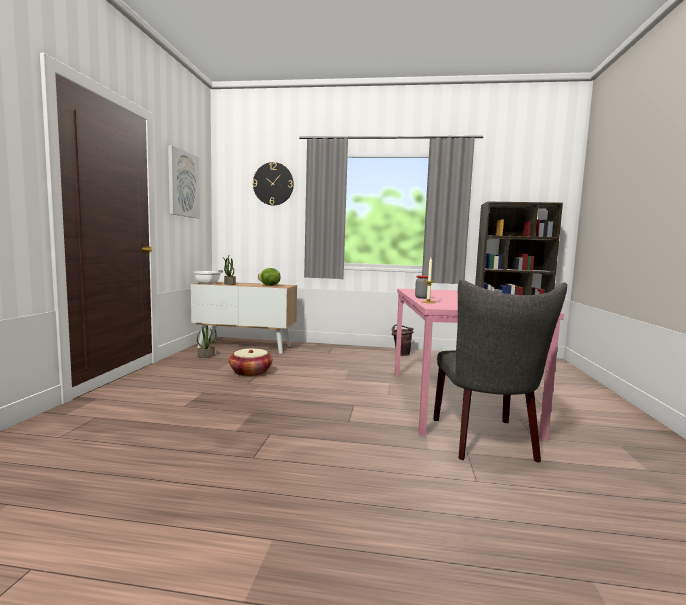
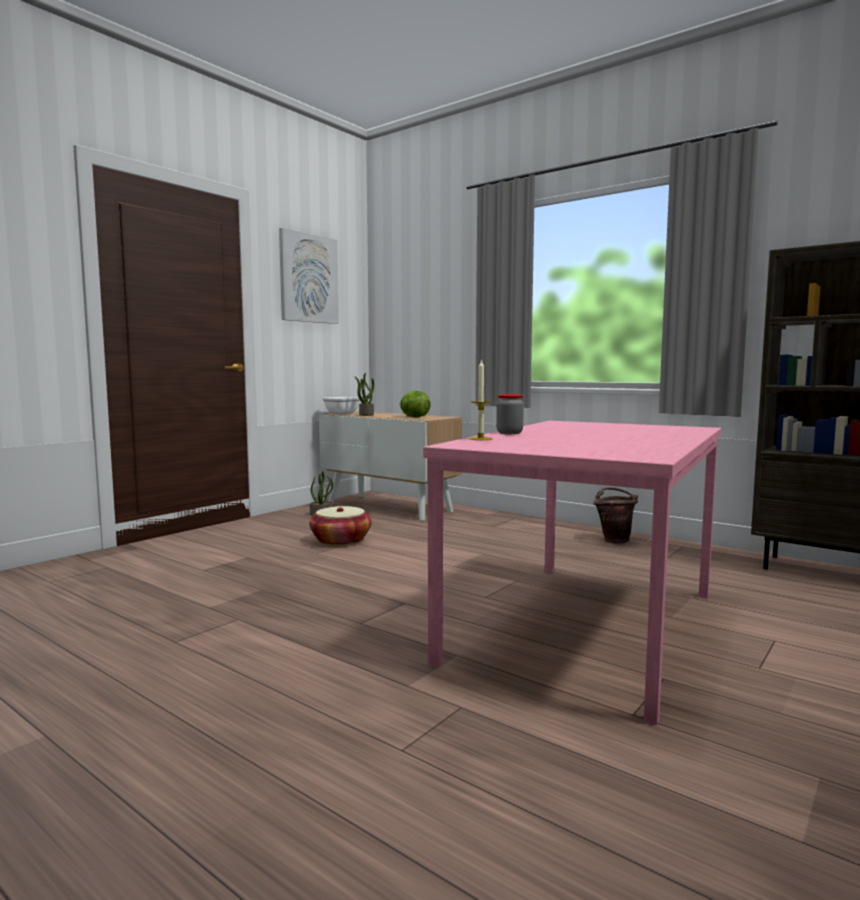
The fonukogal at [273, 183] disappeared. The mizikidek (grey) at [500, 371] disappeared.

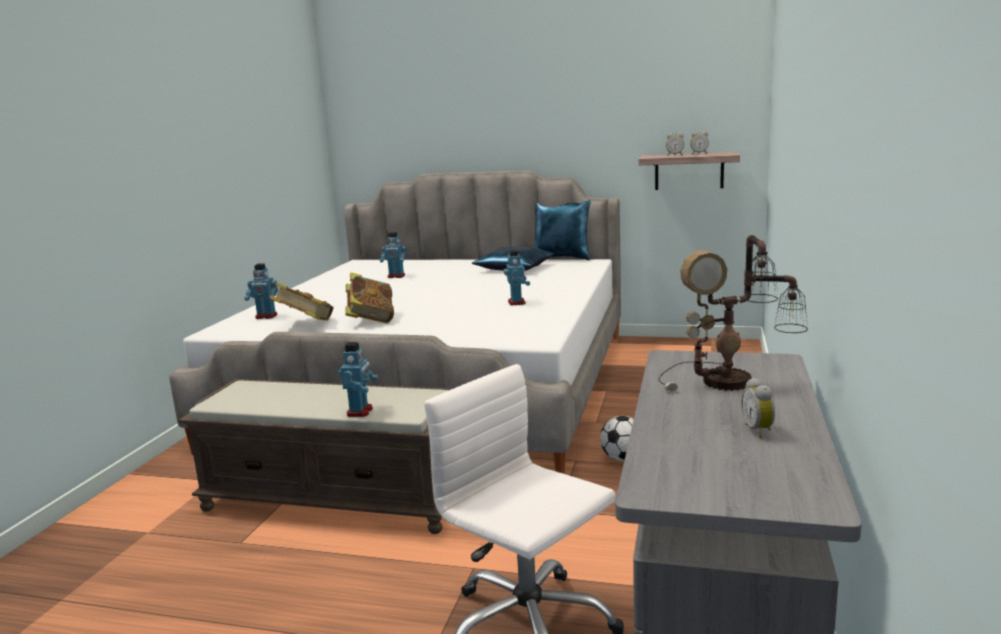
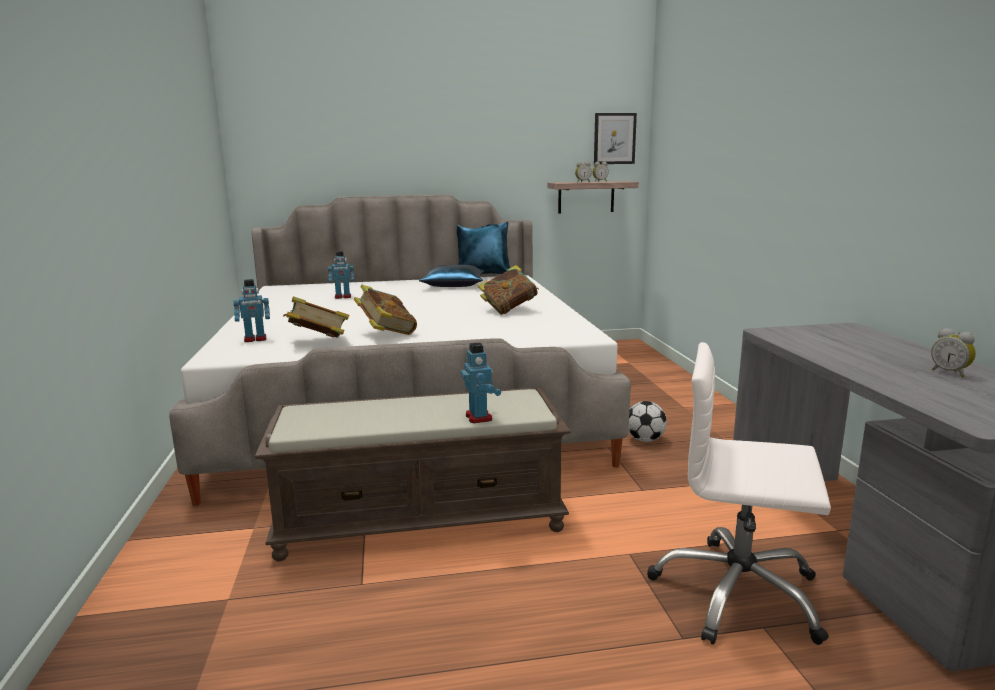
The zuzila at [517, 277] was replaced by the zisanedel at [508, 290]. The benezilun at [615, 138] appeared. The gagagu at [733, 313] disappeared.

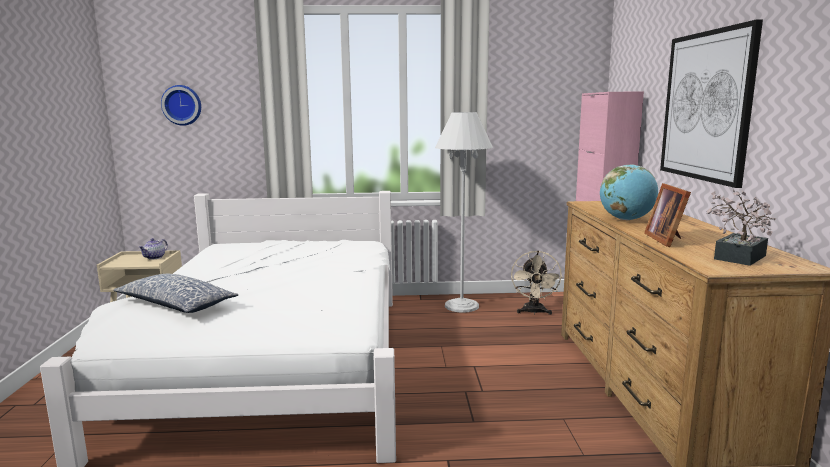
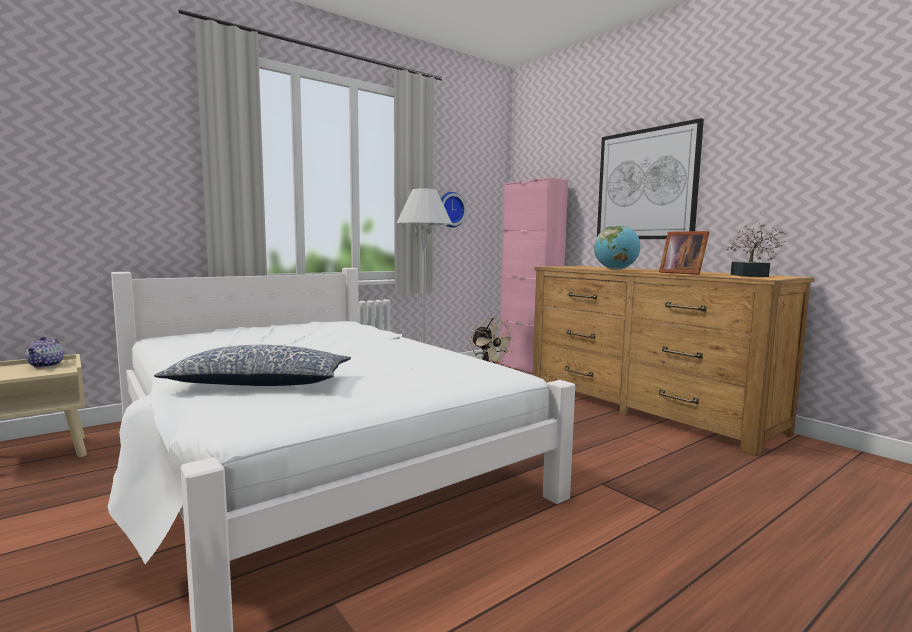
The fonukogal moved from [181, 105] to [454, 209].

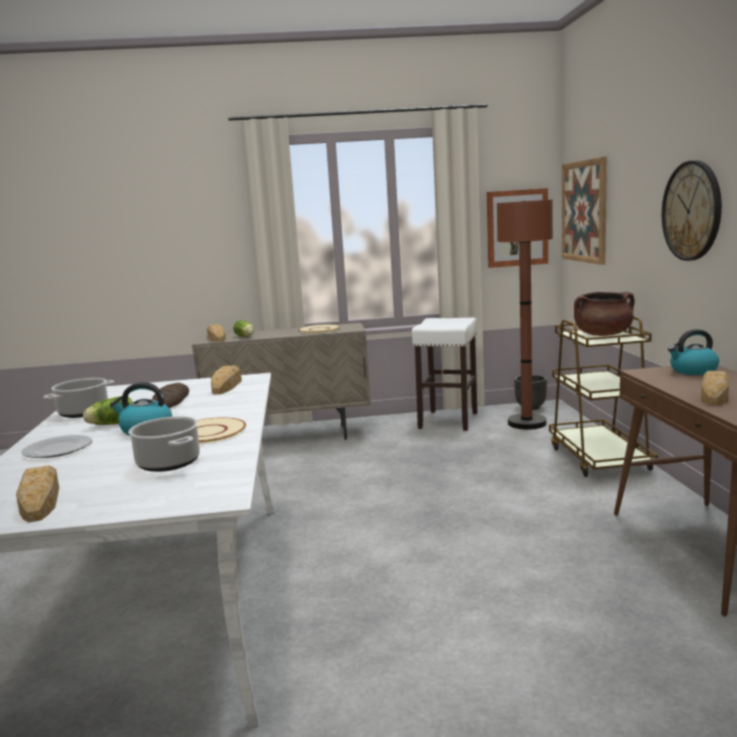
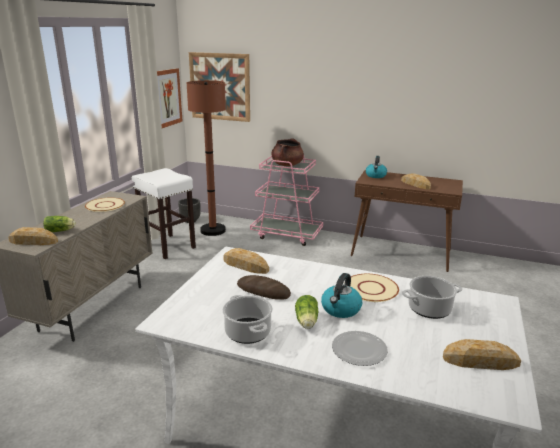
The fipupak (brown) at [603, 396] became the fipupak (pink) at [286, 201]. The fonukogal at [692, 210] disappeared.

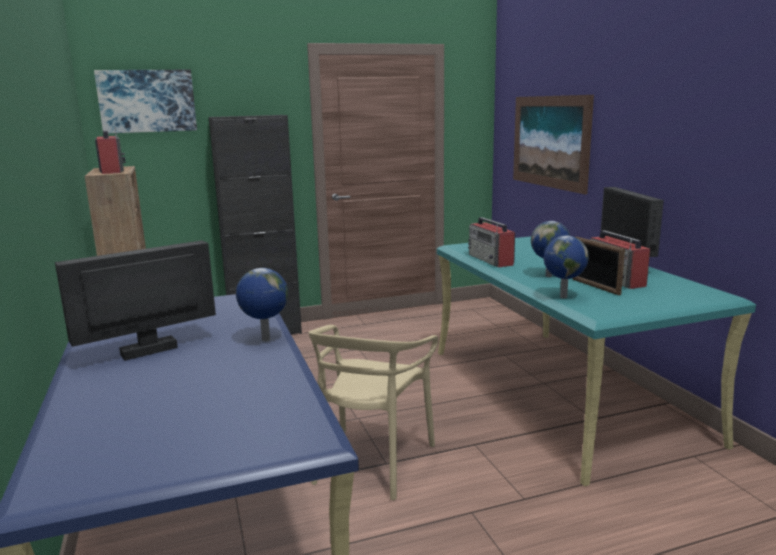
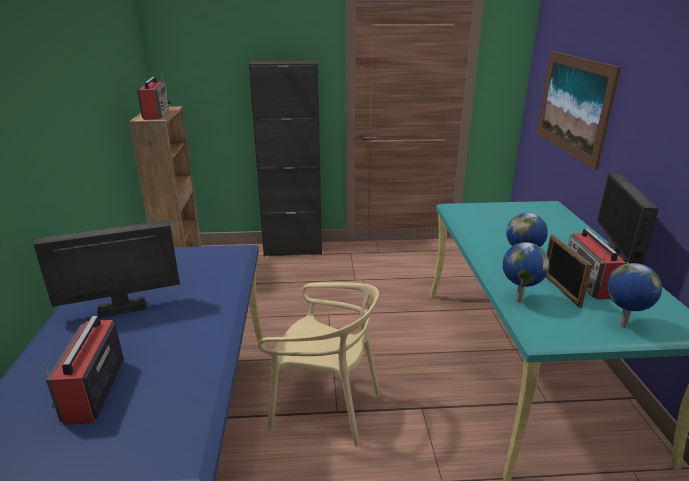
The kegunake moved from [491, 242] to [84, 370]. The mizikidek (beige) at [373, 412] turned 105 degrees counterclockwise. The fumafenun moved from [262, 304] to [634, 295]. The benezilun at [145, 101] disappeared.

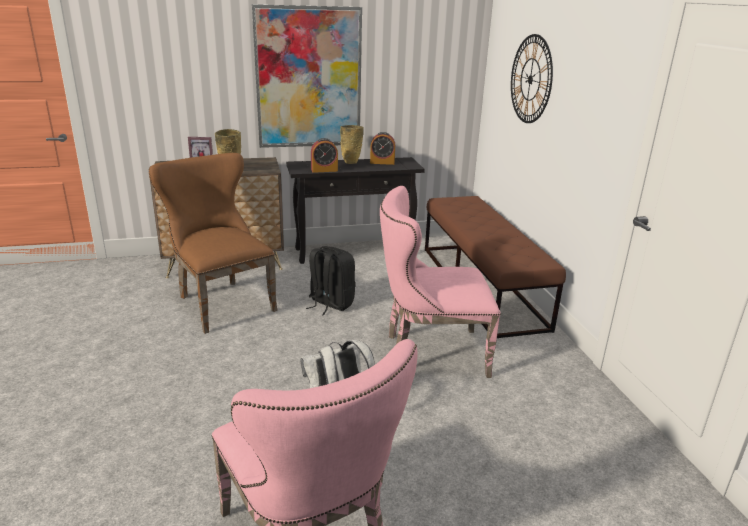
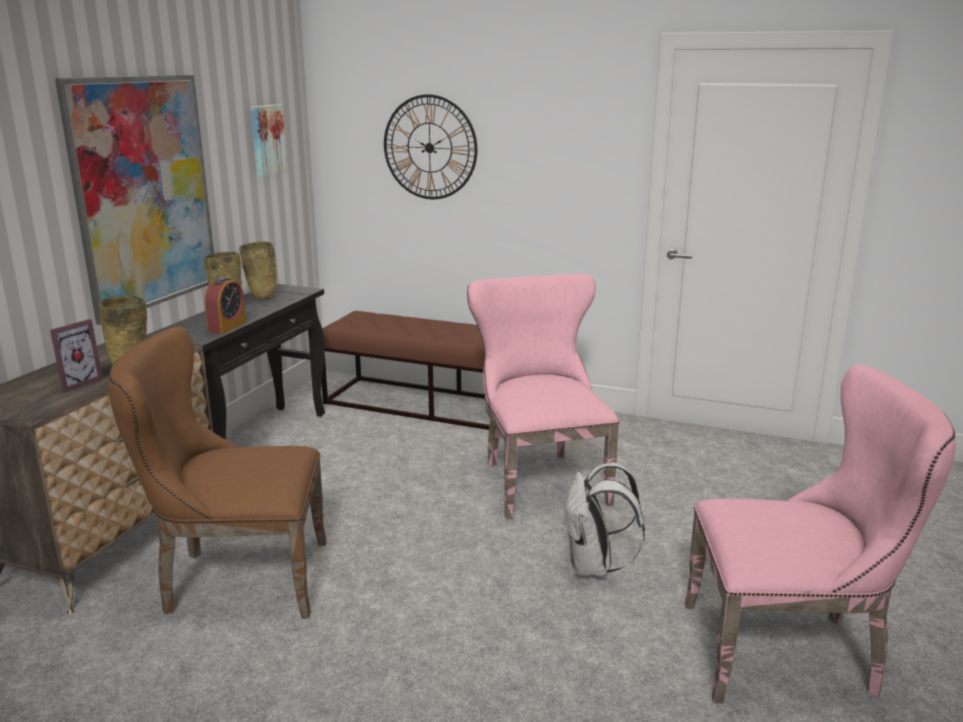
The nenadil at [382, 148] was replaced by the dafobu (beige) at [258, 270]. The benezilun at [269, 140] appeared. The mizikidek (pink) at [440, 282] turned 135 degrees clockwise. The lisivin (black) at [331, 281] disappeared.

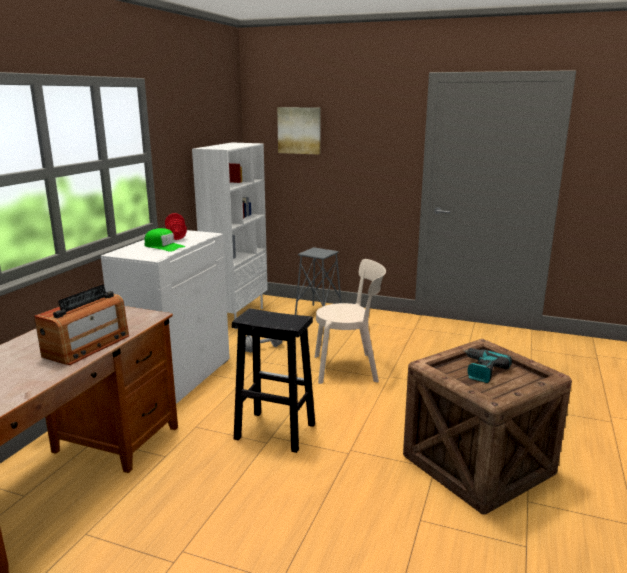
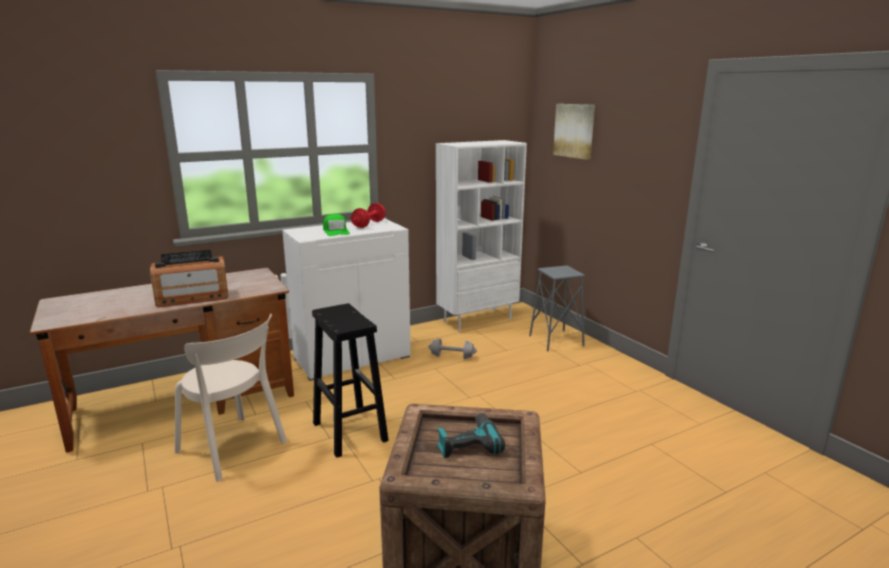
The mizikidek (beige) moved from [350, 321] to [231, 398].

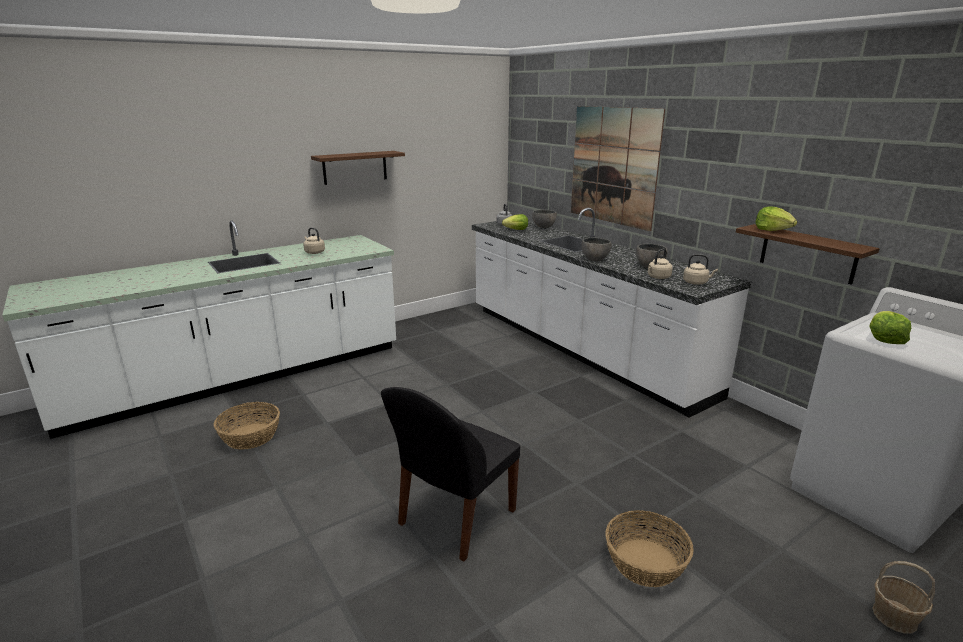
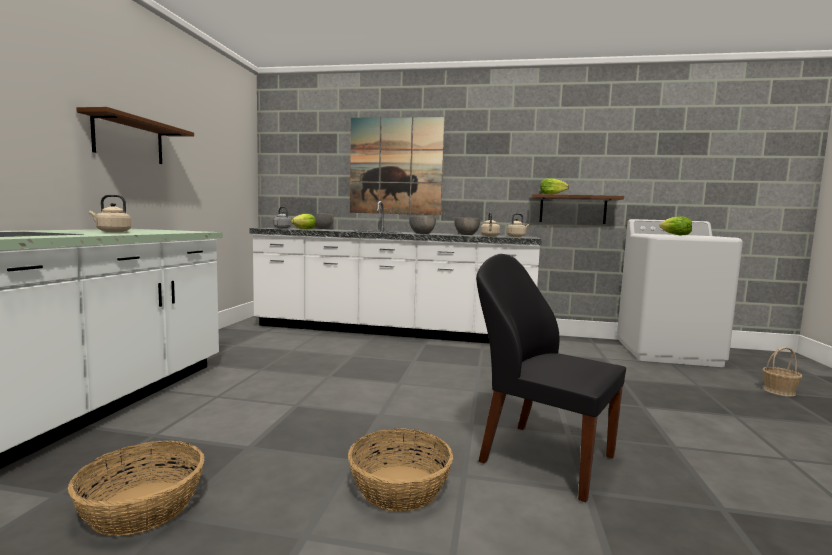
The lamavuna moved from [649, 548] to [400, 470]. The mizikidek (black) at [450, 474] turned 135 degrees clockwise.

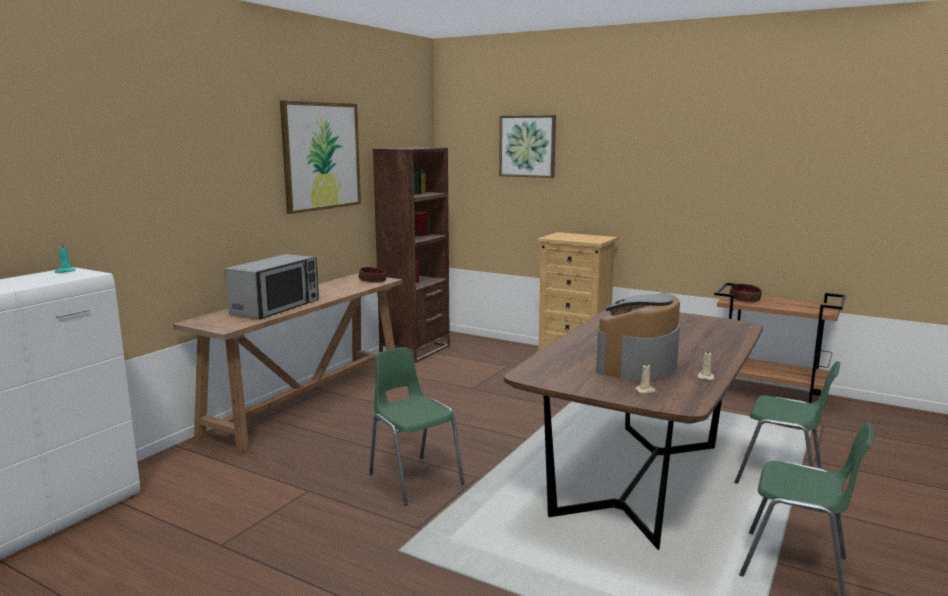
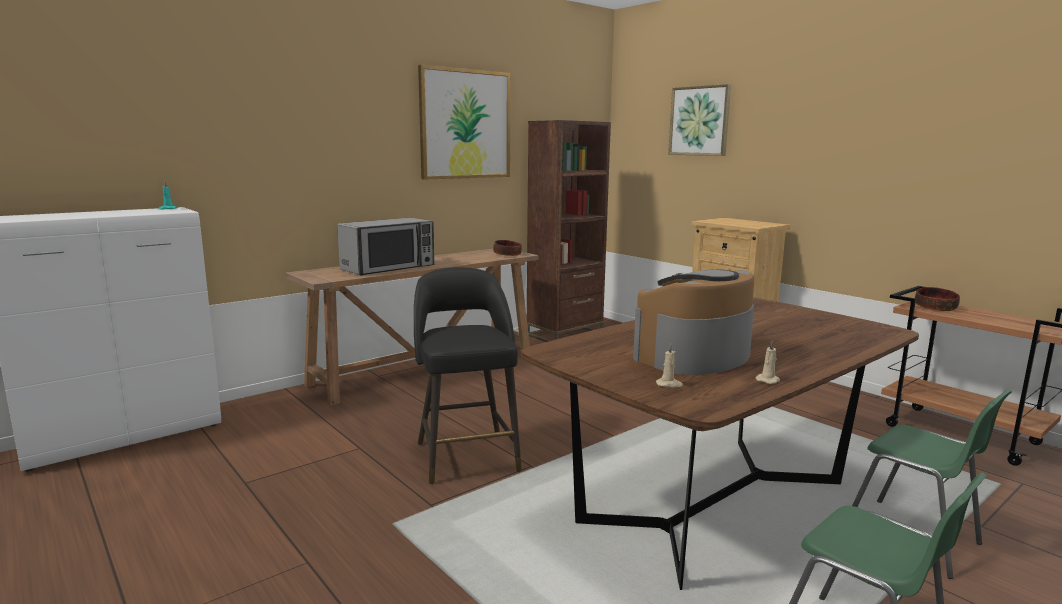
The mizikidek (green) at [416, 427] was replaced by the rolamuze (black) at [468, 375].

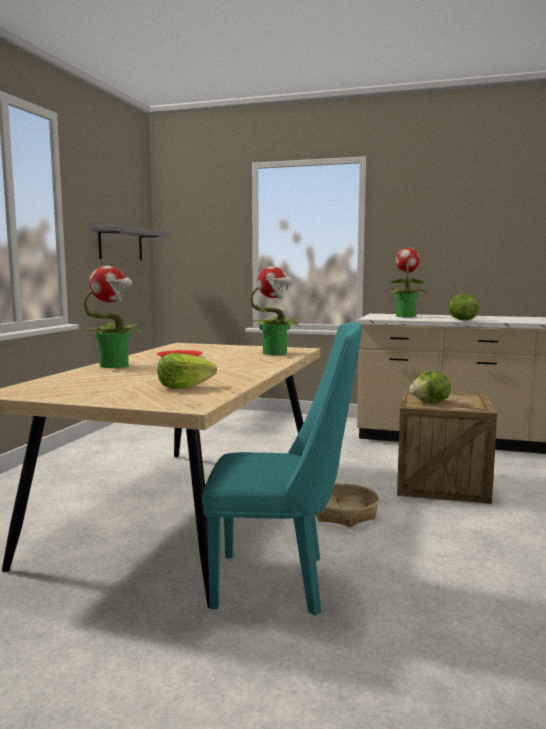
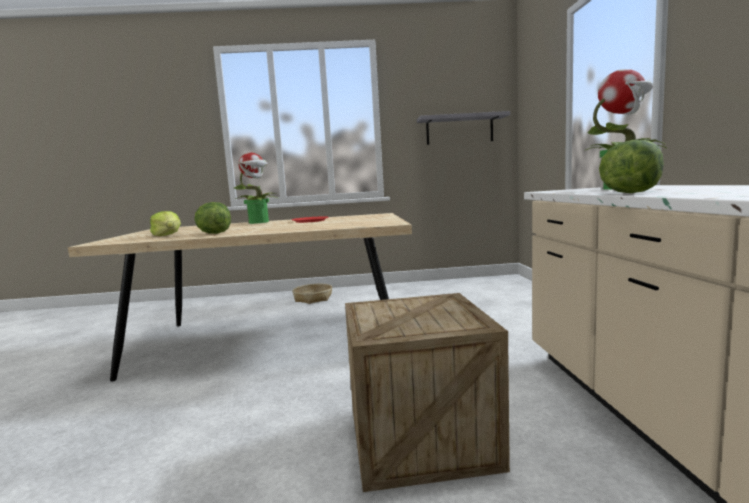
The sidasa moved from [430, 387] to [212, 218]. The lamavuna moved from [347, 505] to [312, 294]. The mizikidek (turquoise) at [282, 469] disappeared. The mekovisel at [274, 311] disappeared.

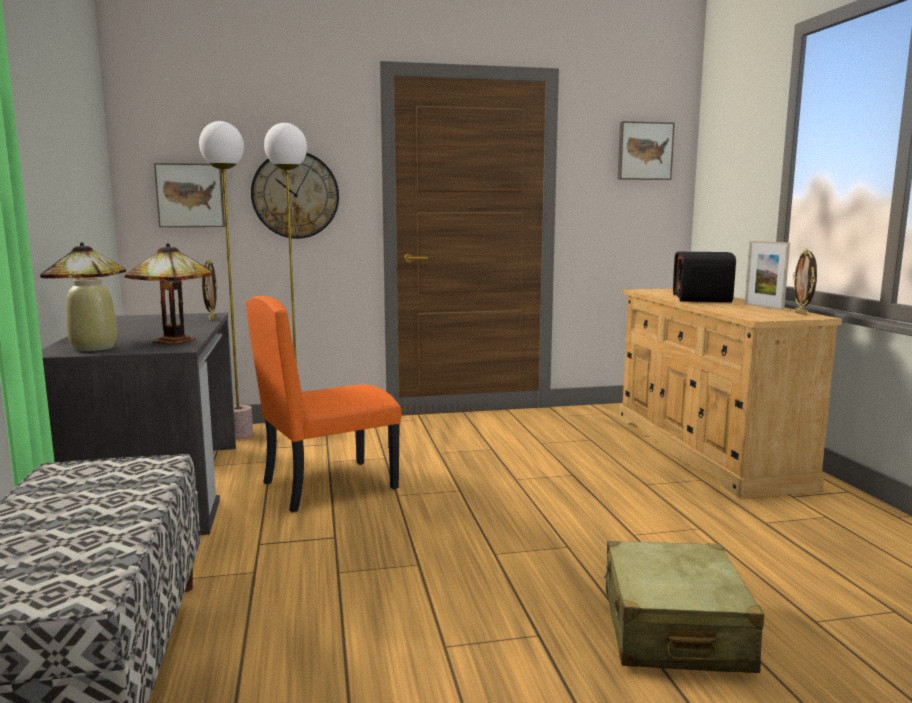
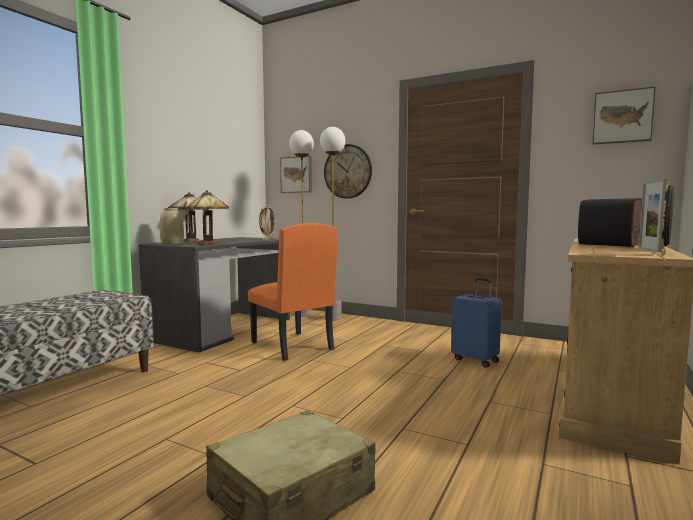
The mizikidek (orange) at [324, 404] turned 135 degrees counterclockwise. The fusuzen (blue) at [476, 323] appeared.

